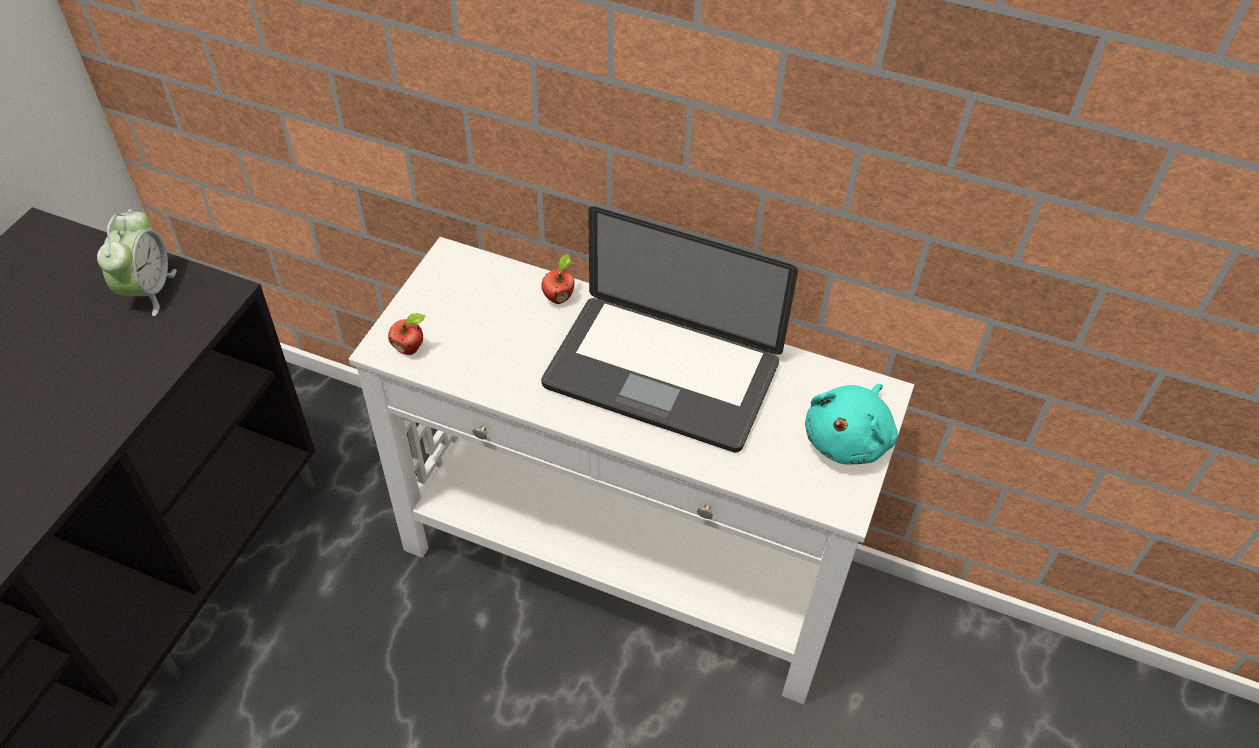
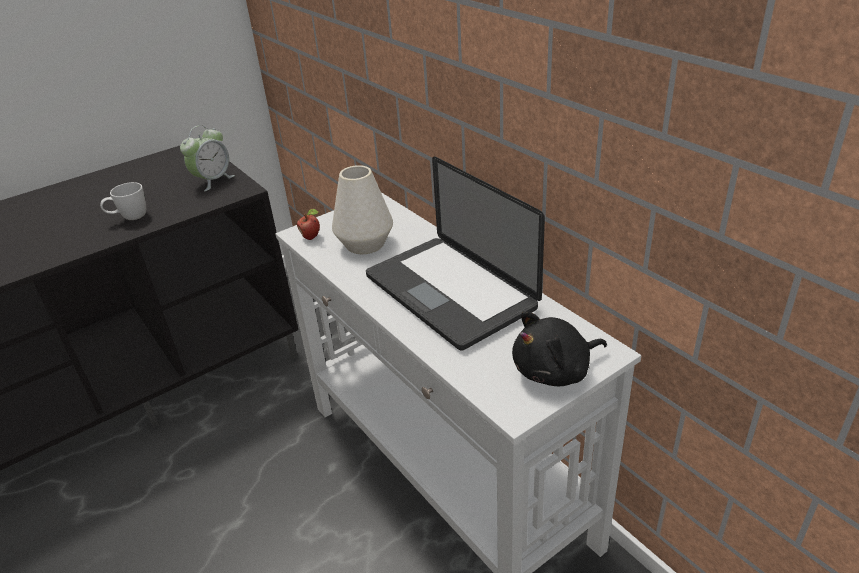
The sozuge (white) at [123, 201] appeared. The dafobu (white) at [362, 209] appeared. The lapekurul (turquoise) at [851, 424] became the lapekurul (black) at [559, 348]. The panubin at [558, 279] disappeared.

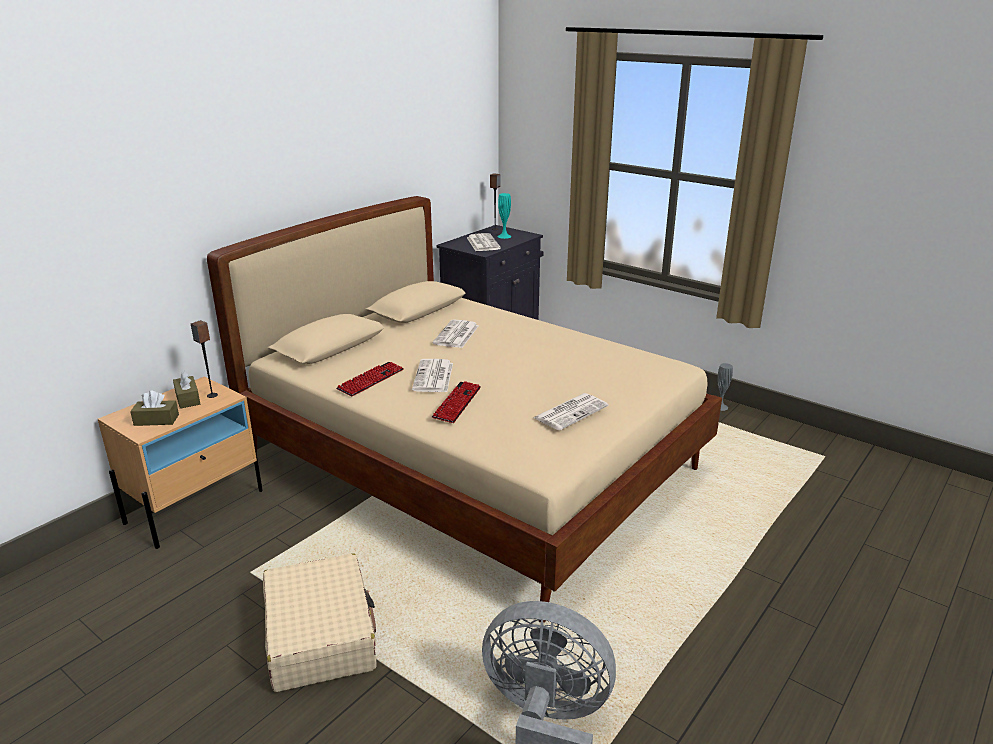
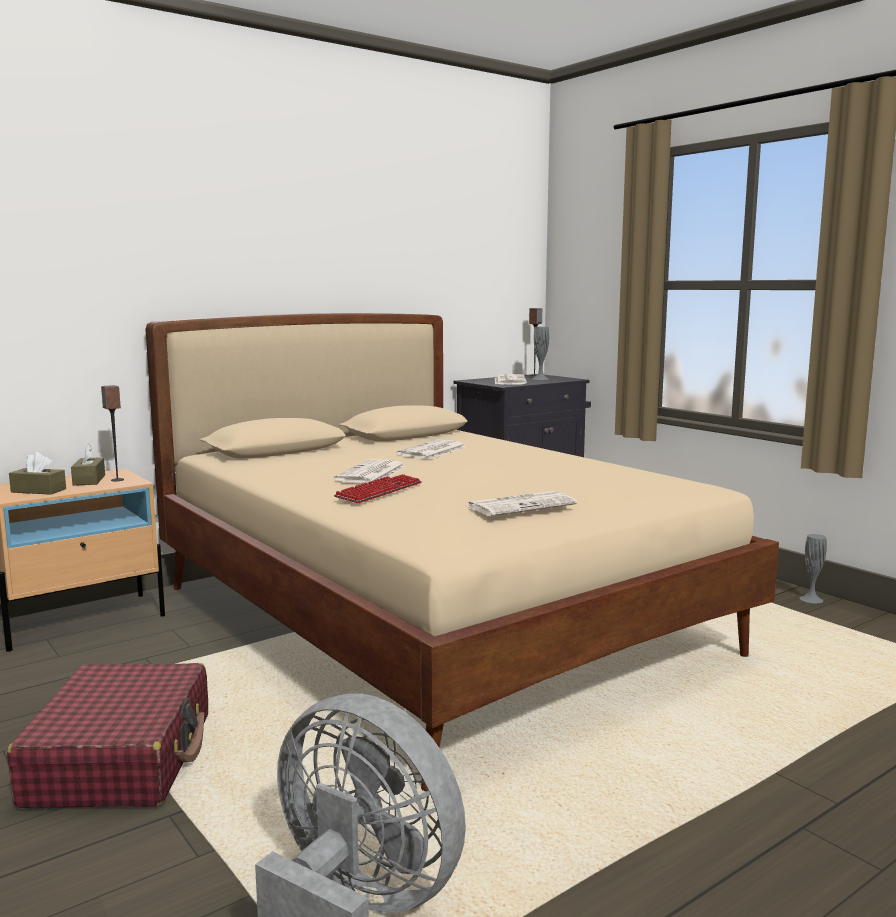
The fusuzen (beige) at [320, 622] became the fusuzen (red) at [107, 735]. The dafobu (turquoise) at [504, 216] became the dafobu (grey) at [541, 353]. The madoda at [370, 379] disappeared.

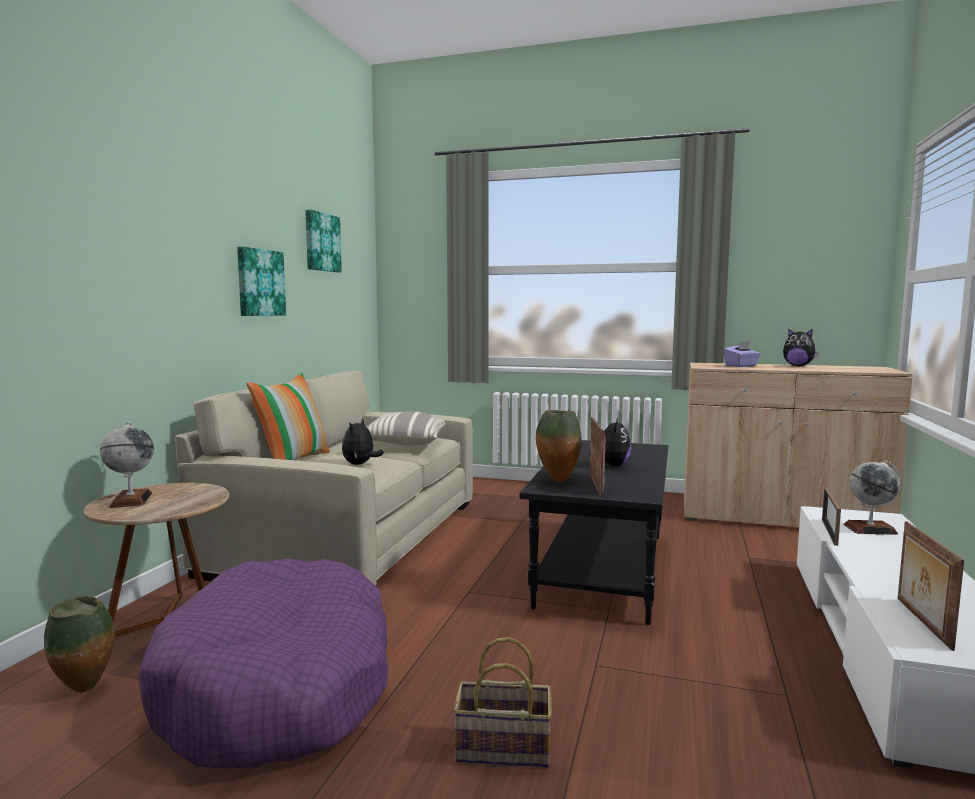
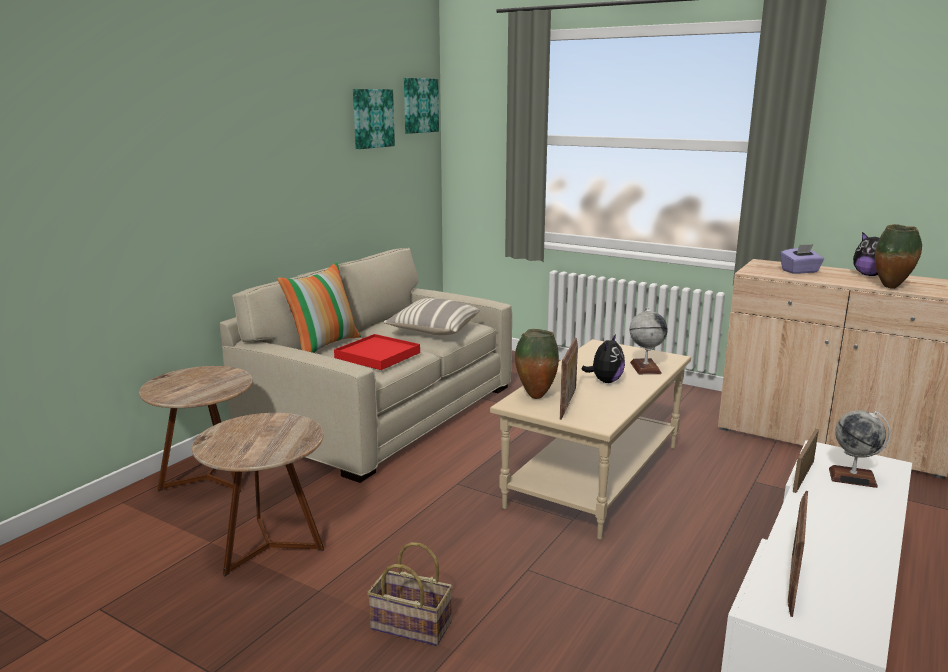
The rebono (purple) at [263, 663] was replaced by the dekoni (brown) at [258, 494]. The lapekurul at [363, 441] was replaced by the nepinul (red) at [377, 352]. The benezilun moved from [261, 281] to [421, 106]. The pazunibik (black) at [593, 532] became the pazunibik (beige) at [590, 439]. The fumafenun moved from [127, 465] to [649, 340]. The dafobu moved from [79, 644] to [898, 256].

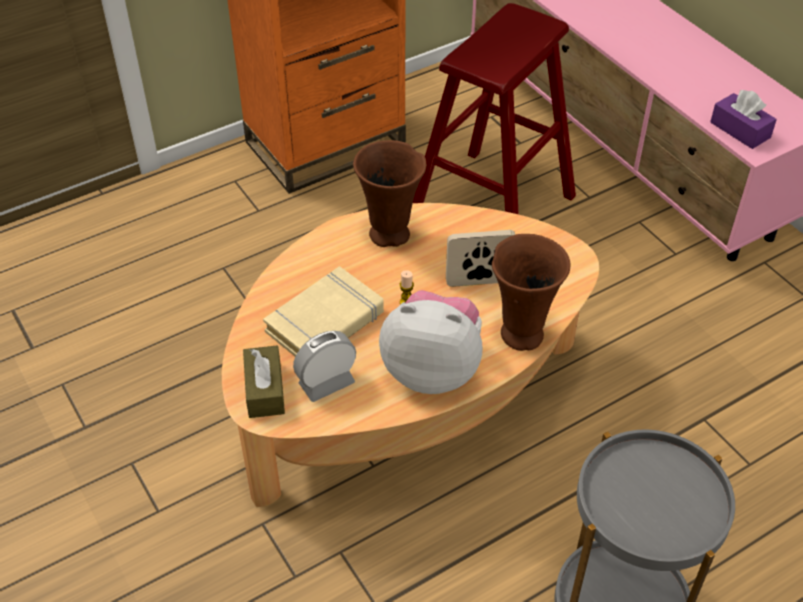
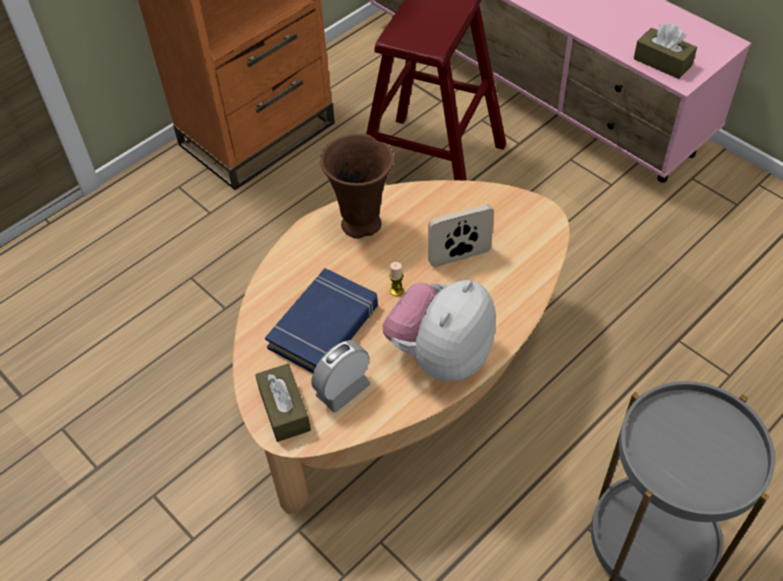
The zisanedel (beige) at [323, 311] became the zisanedel (blue) at [321, 320]. The lapekurul at [431, 342] turned 60 degrees counterclockwise. The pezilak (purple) at [743, 119] became the pezilak (brown) at [665, 51]. The dafobu (brown) at [531, 292] disappeared.

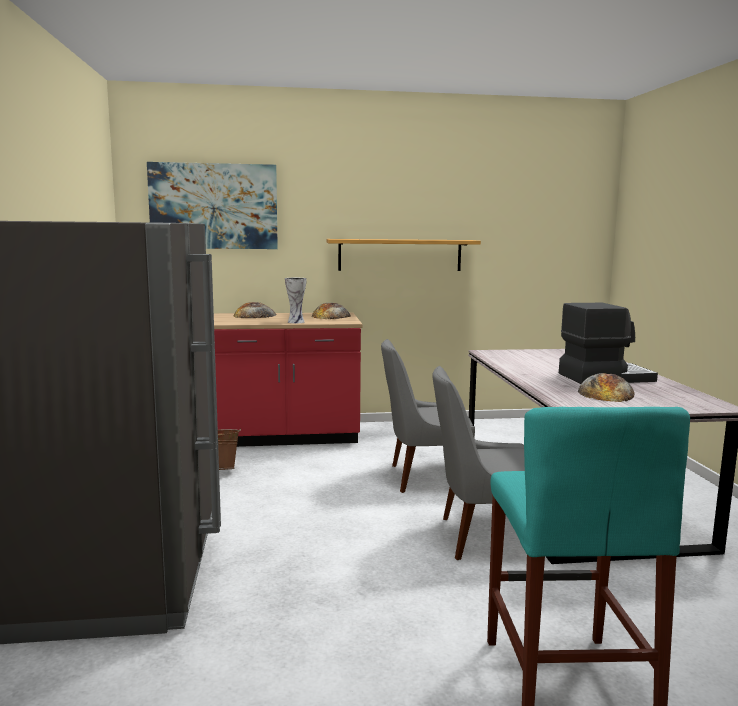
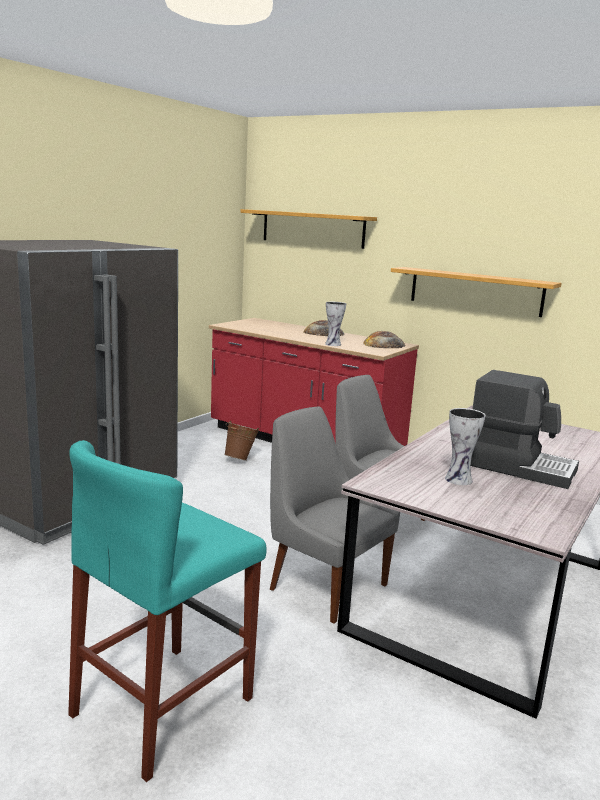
The benezilun at [212, 205] was replaced by the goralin at [308, 229]. The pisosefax at [606, 387] was replaced by the dafobu at [465, 446].

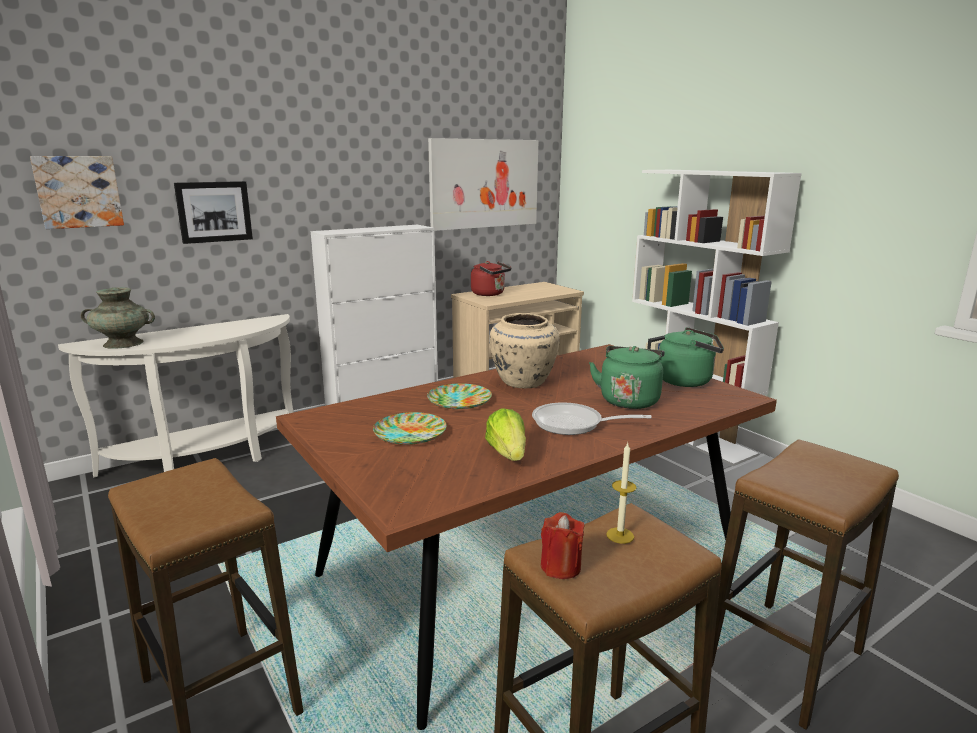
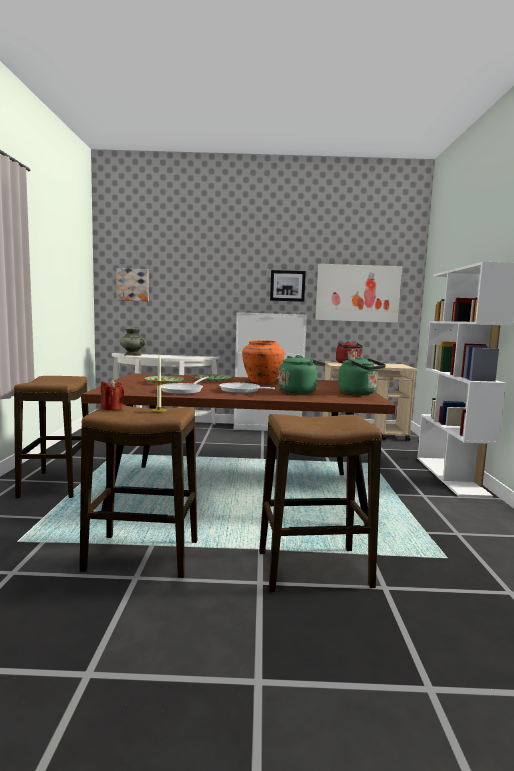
The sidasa at [505, 434] was replaced by the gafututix at [185, 385]. The dafobu (beige) at [524, 350] became the dafobu (orange) at [263, 361]. The benezilun moved from [213, 212] to [288, 286].

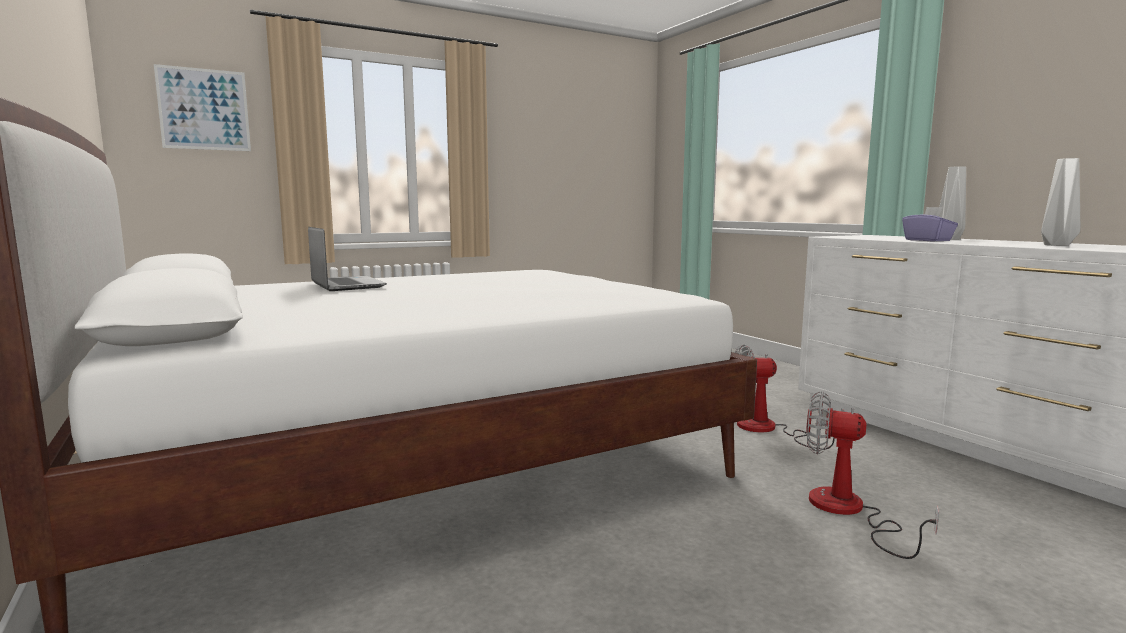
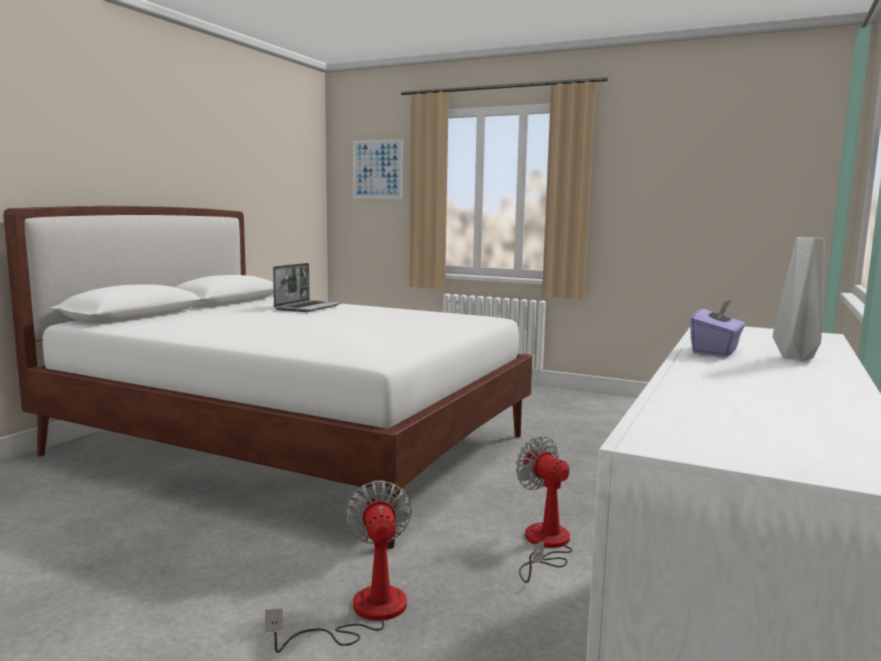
The dafobu (grey) at [1060, 202] disappeared.

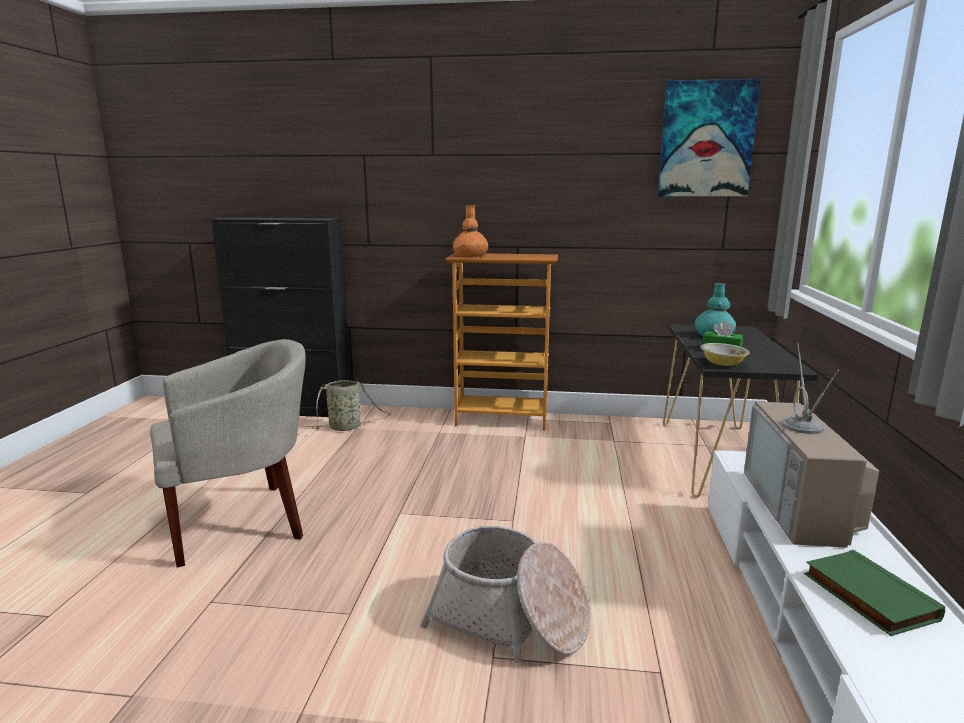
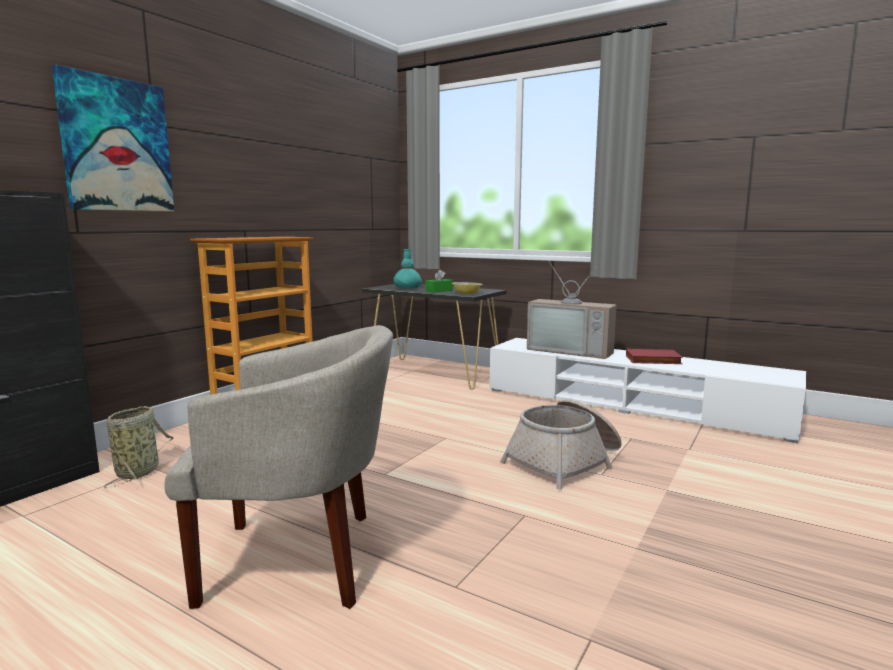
The benezilun moved from [709, 138] to [113, 138]. The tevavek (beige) at [228, 453] turned 90 degrees clockwise. The zisanedel (green) at [874, 593] became the zisanedel (red) at [654, 356]. The dafobu (orange) at [470, 231] disappeared.

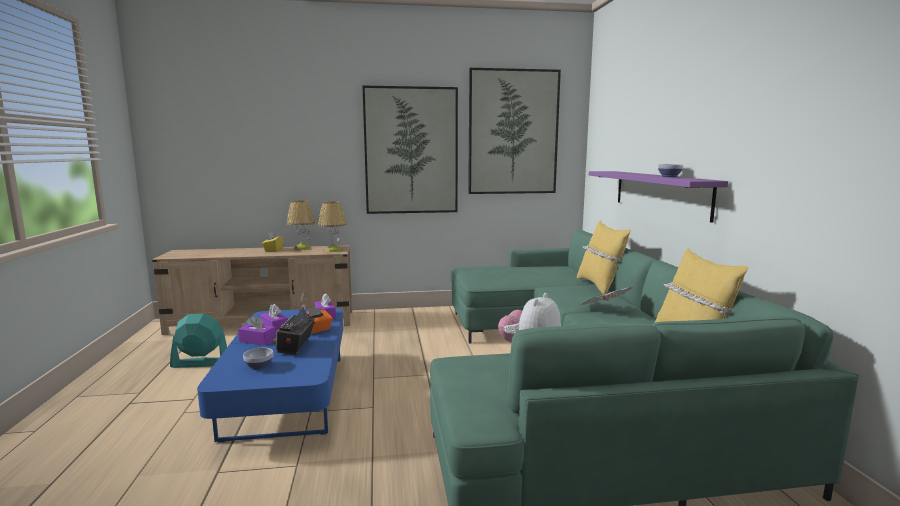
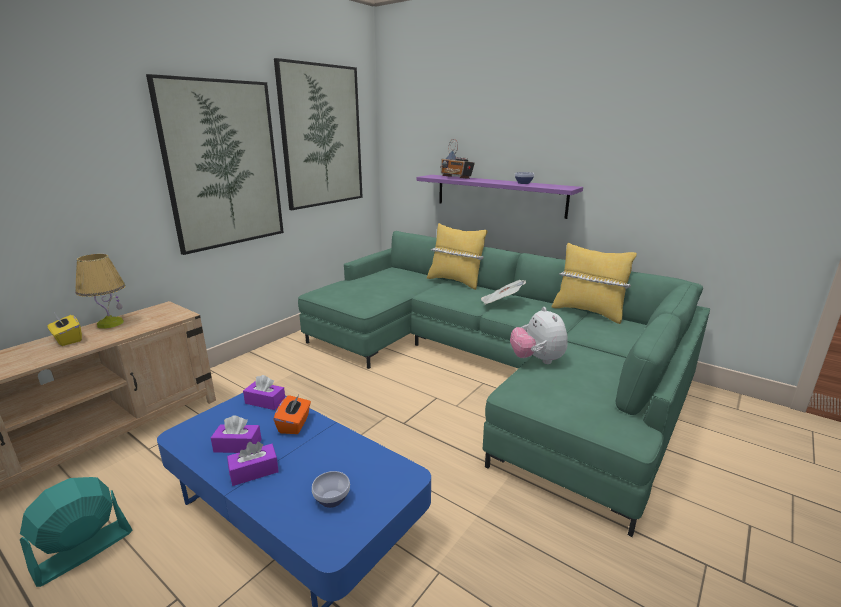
The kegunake moved from [294, 323] to [457, 159]. The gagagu at [332, 226] disappeared.

